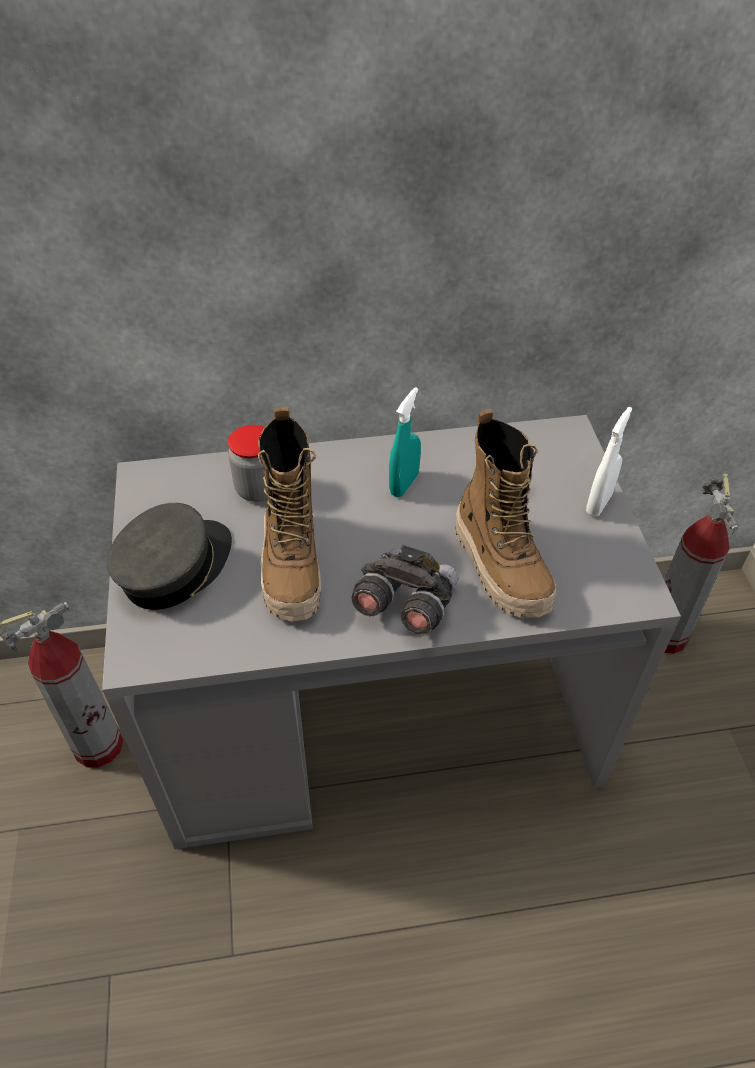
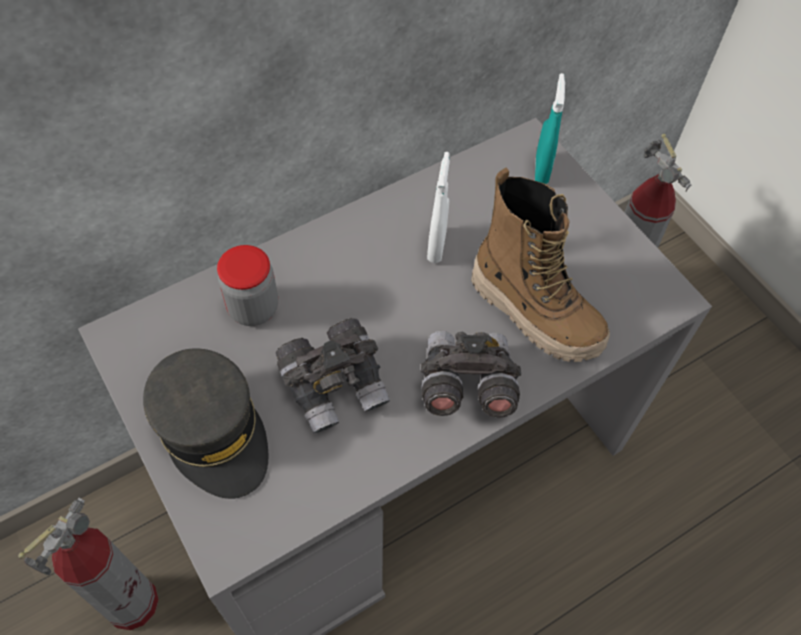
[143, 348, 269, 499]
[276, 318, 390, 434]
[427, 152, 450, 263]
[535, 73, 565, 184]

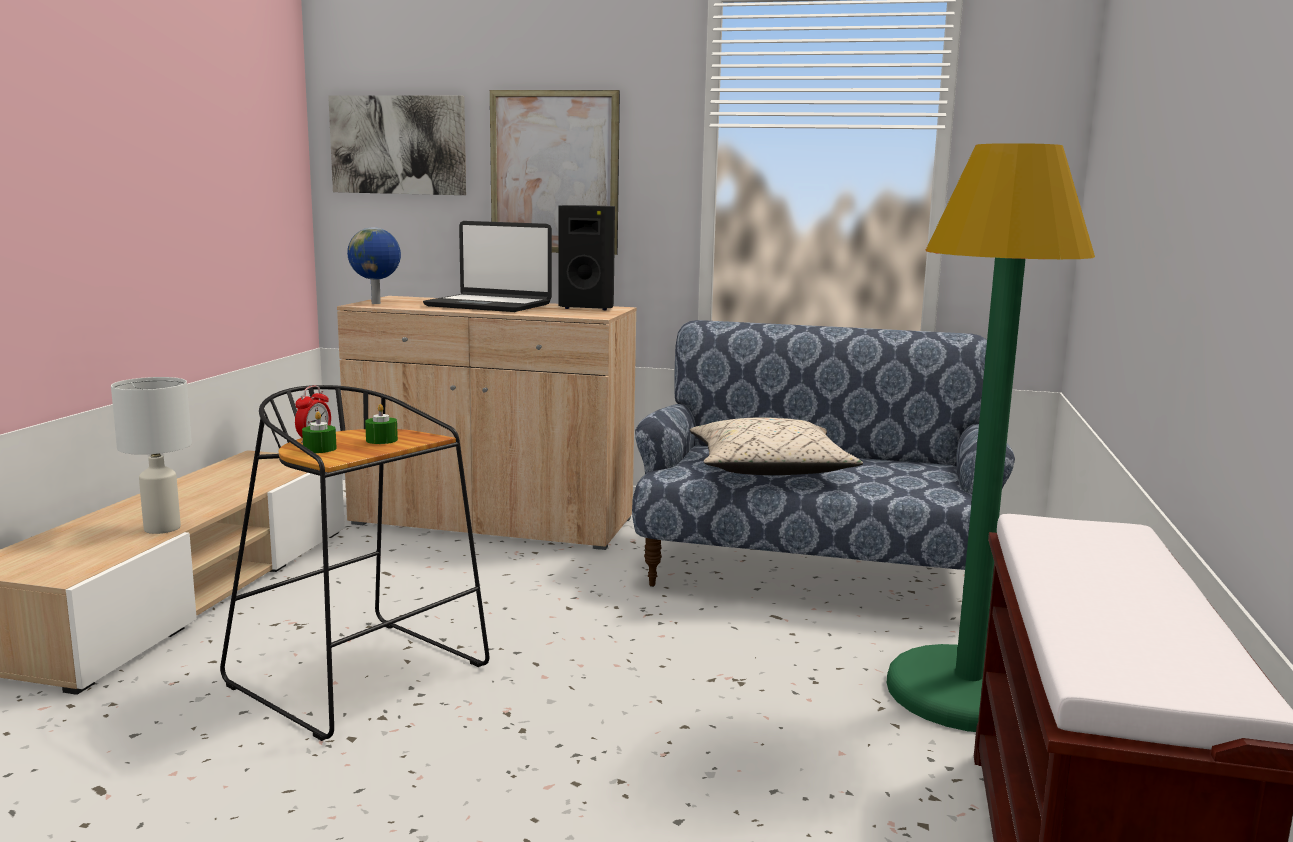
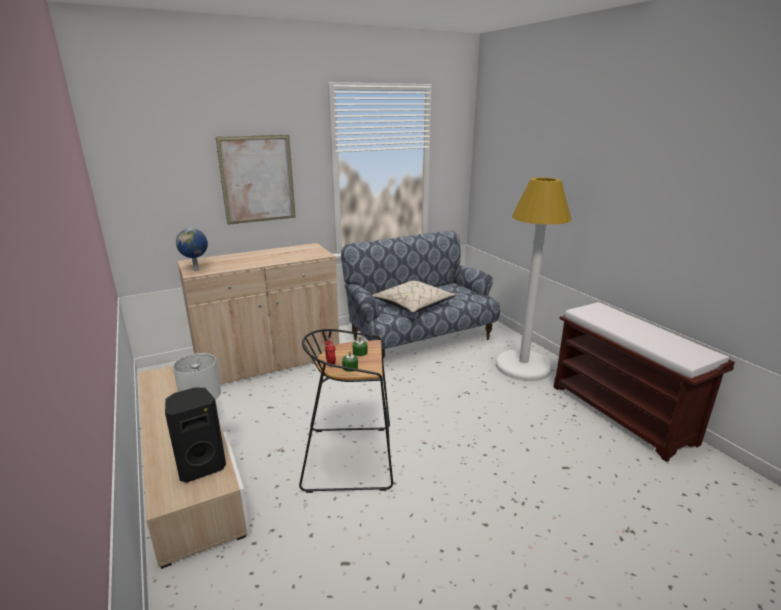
[165, 387, 226, 483]
[496, 178, 571, 381]
[328, 95, 466, 195] (first image)
[423, 221, 552, 312] (first image)

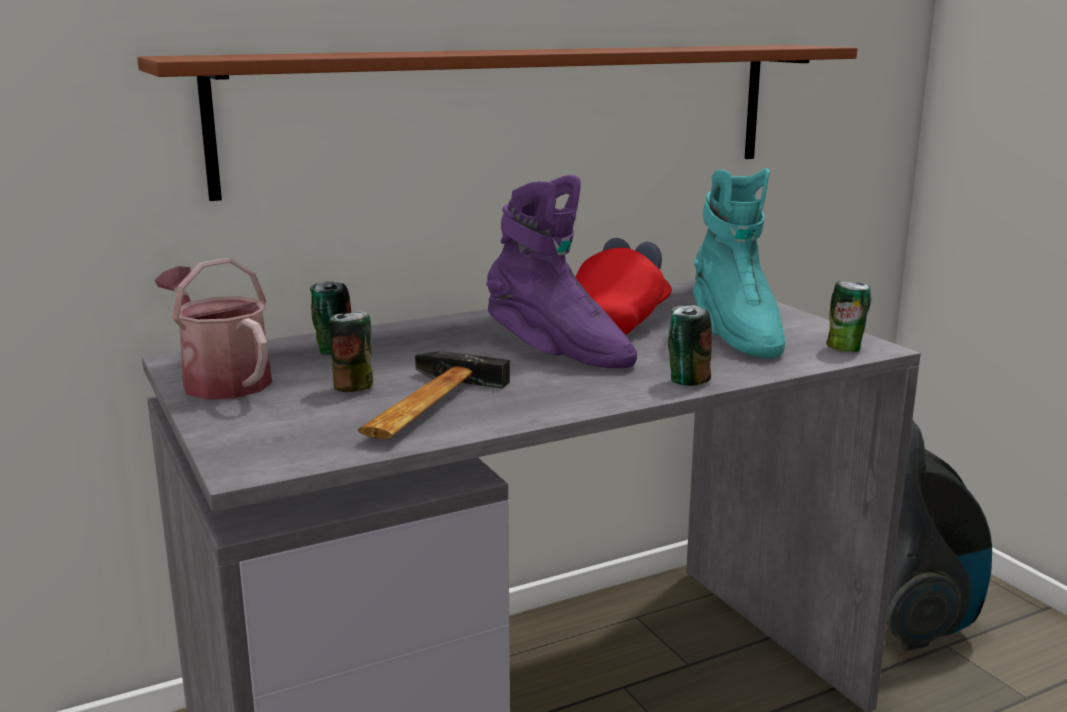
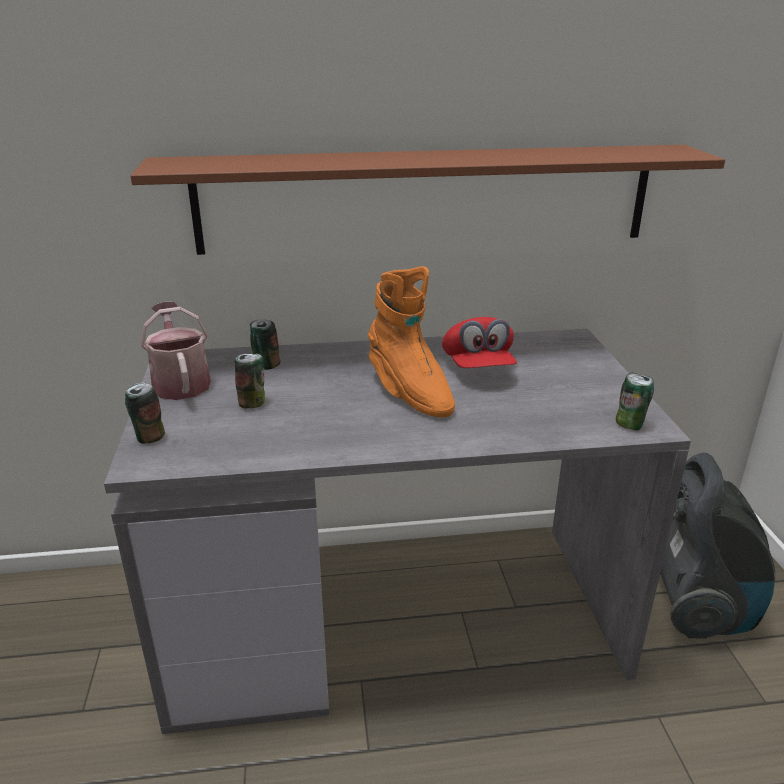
[125, 382, 165, 444]
[368, 266, 455, 418]
[442, 317, 517, 368]
[358, 351, 510, 439] (first image)
[693, 168, 785, 359] (first image)

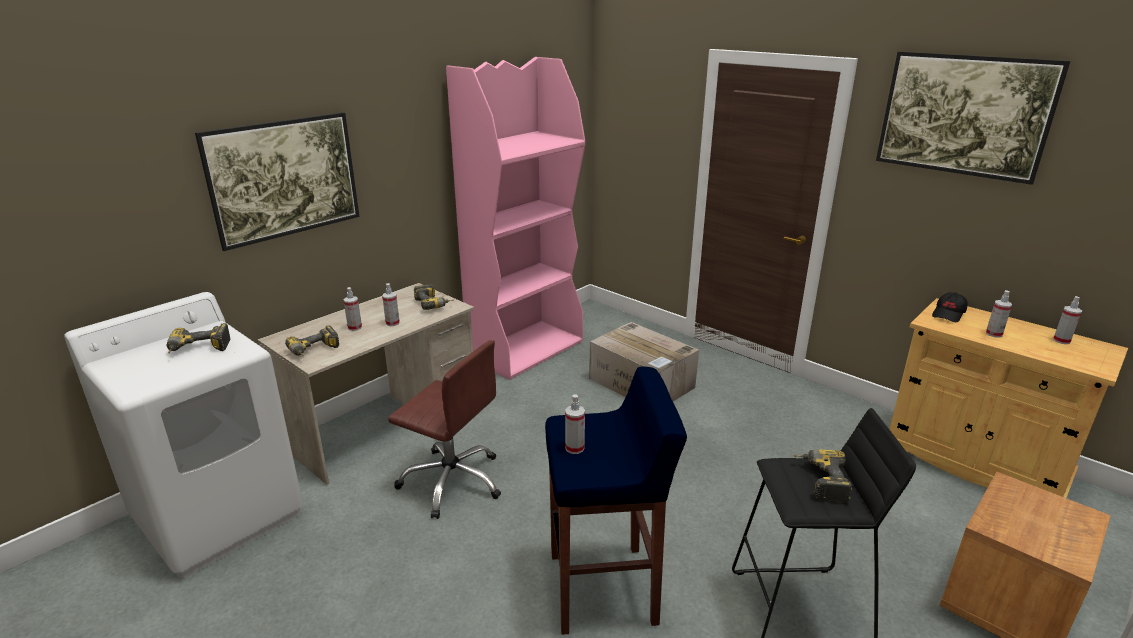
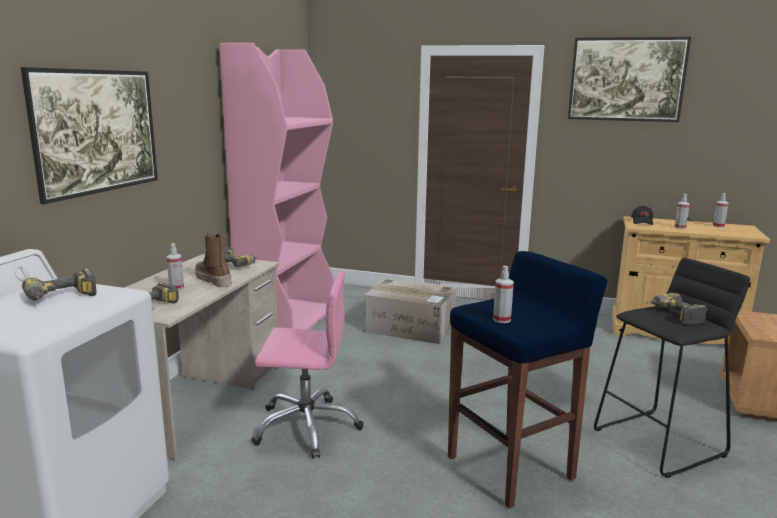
[195, 233, 232, 287]
[251, 270, 364, 458]

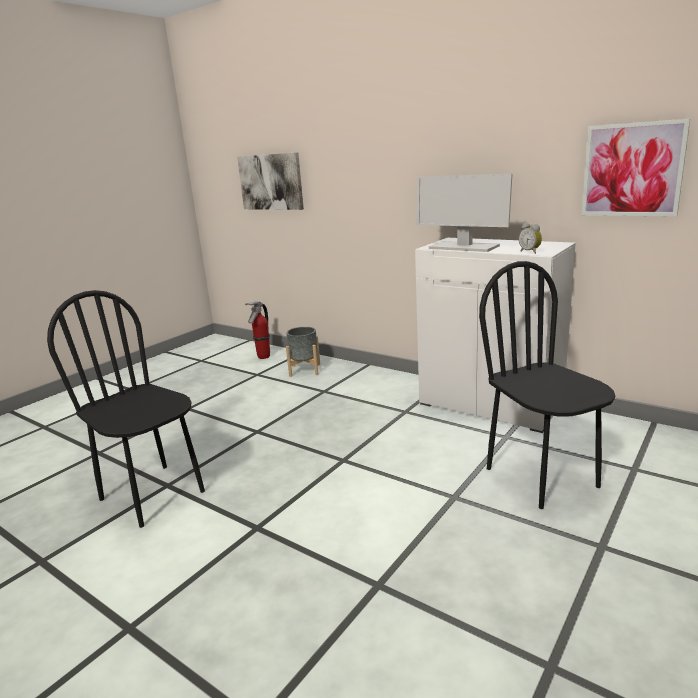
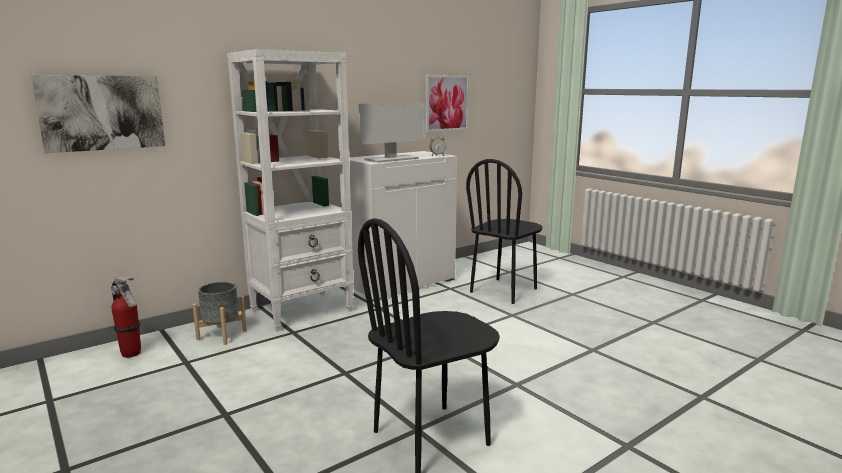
[227, 49, 354, 331]
[466, 159, 542, 304]

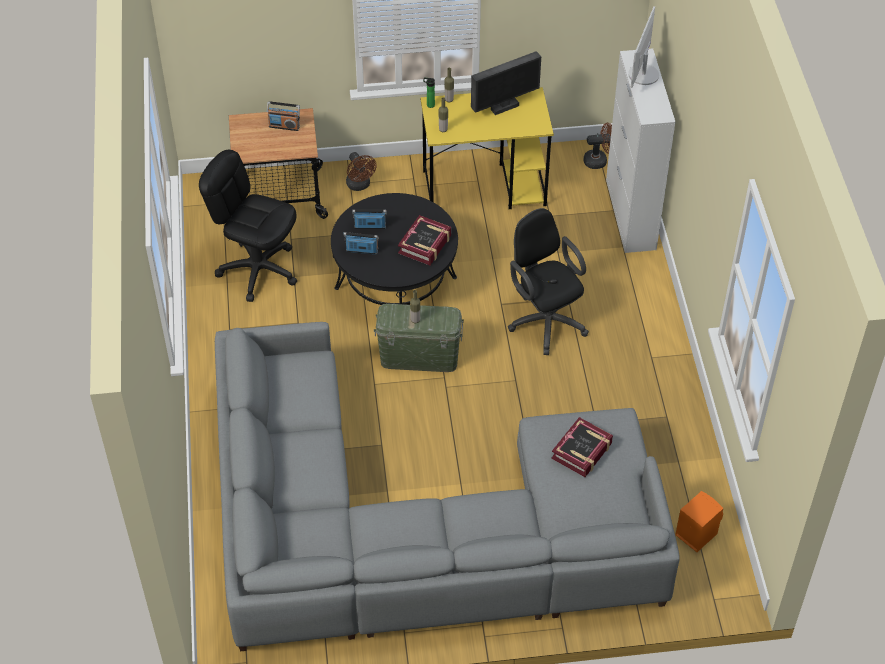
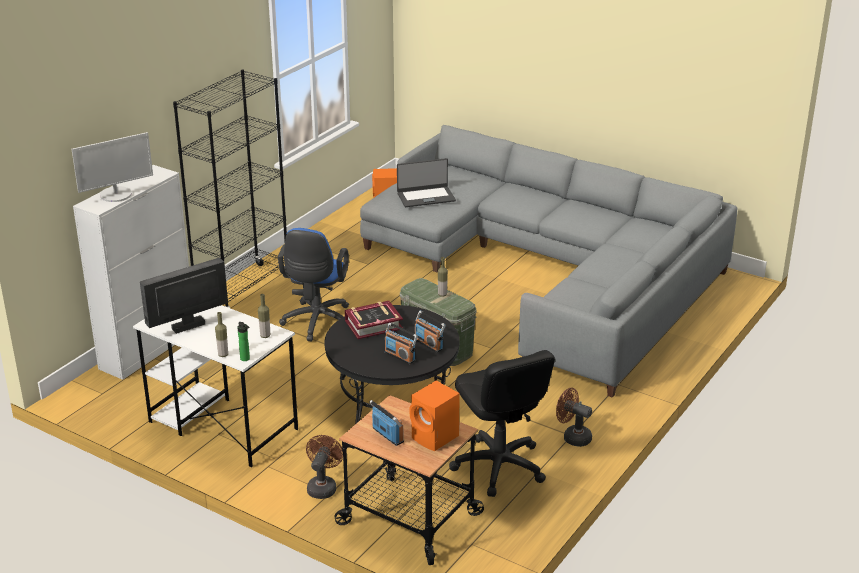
[133, 305, 298, 467]
[140, 257, 228, 334]
[173, 69, 287, 308]
[278, 228, 349, 341]
[397, 158, 456, 207]
[410, 381, 460, 451]
[556, 388, 592, 447]

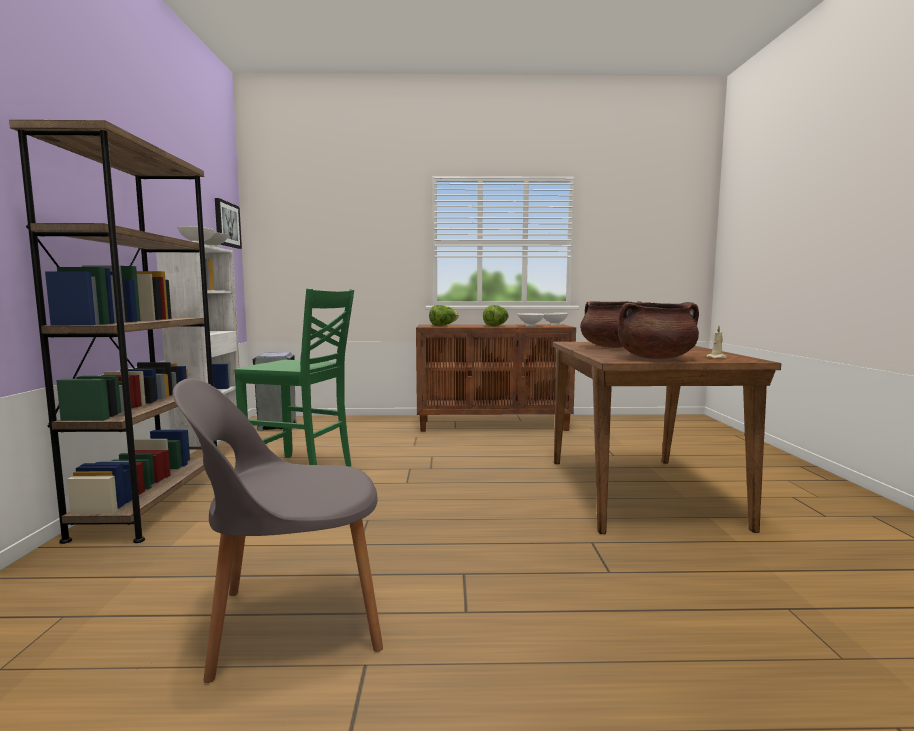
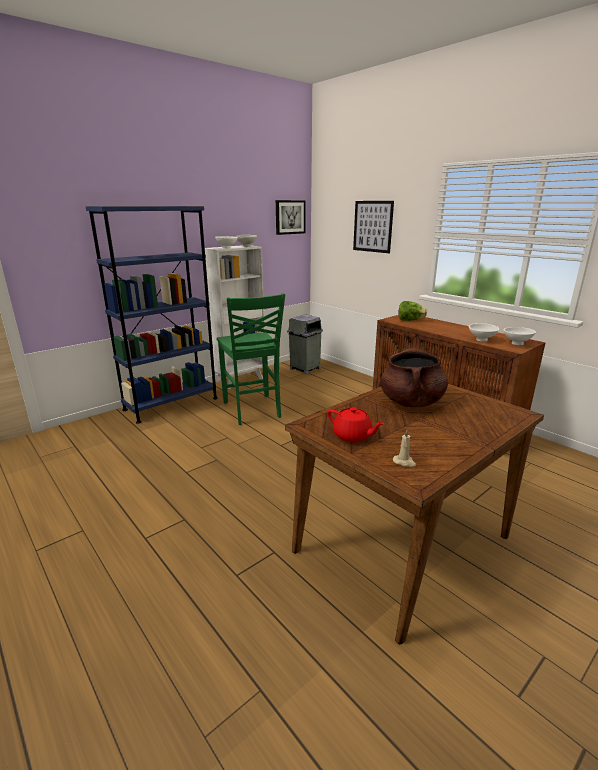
[86, 206, 218, 424]
[328, 407, 384, 442]
[353, 201, 394, 253]
[173, 378, 383, 683] (first image)
[483, 305, 509, 327] (first image)

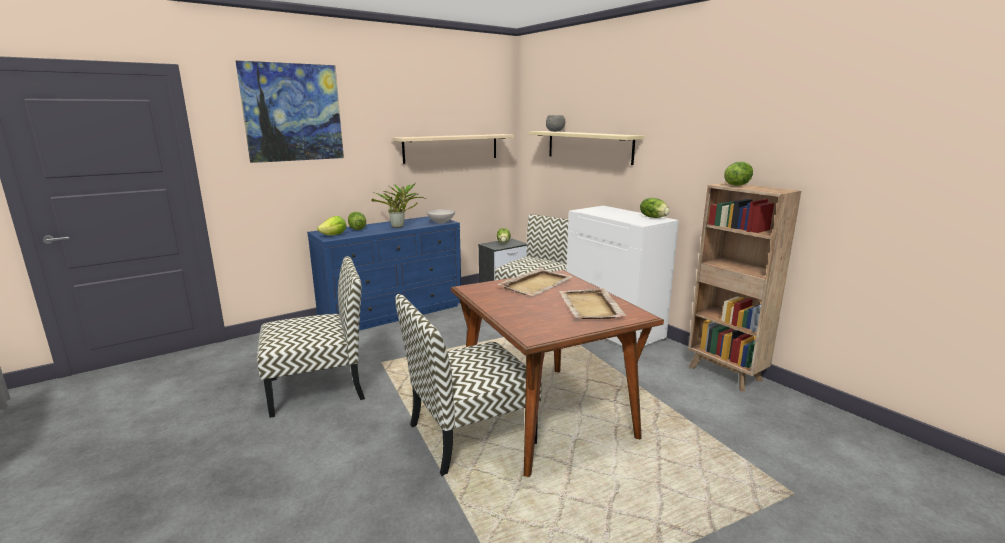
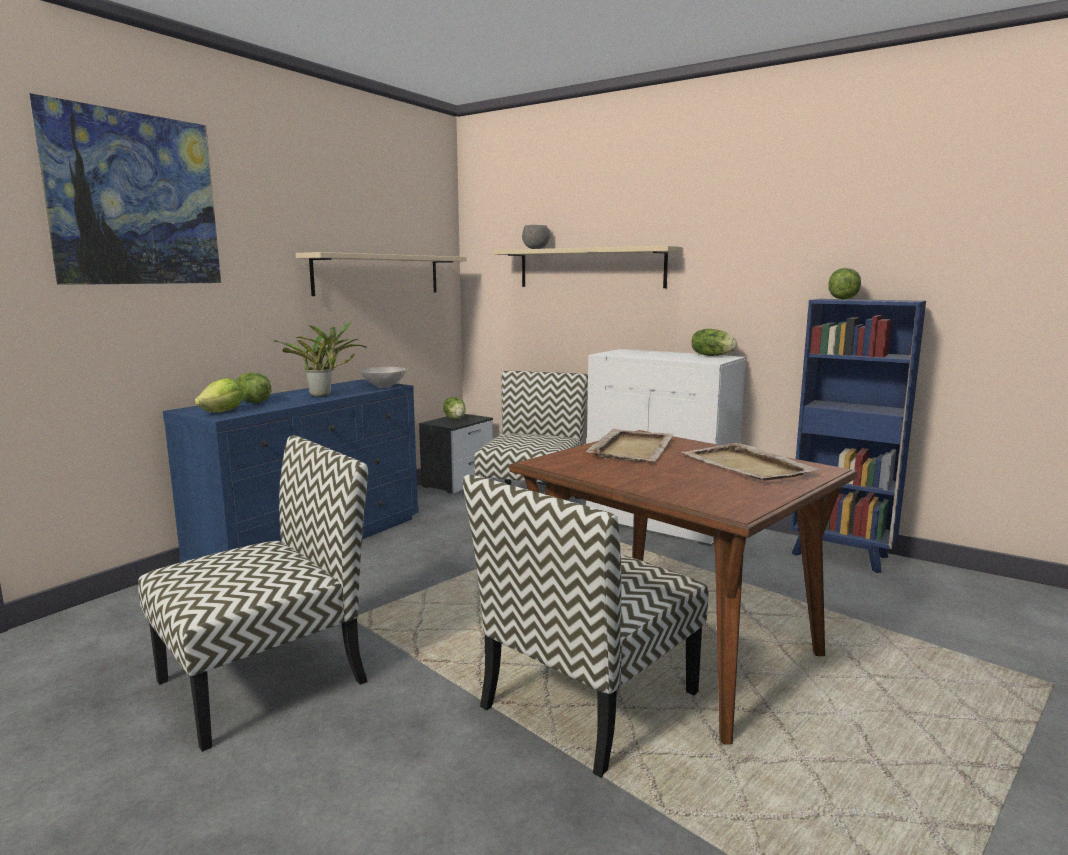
[790, 299, 926, 573]

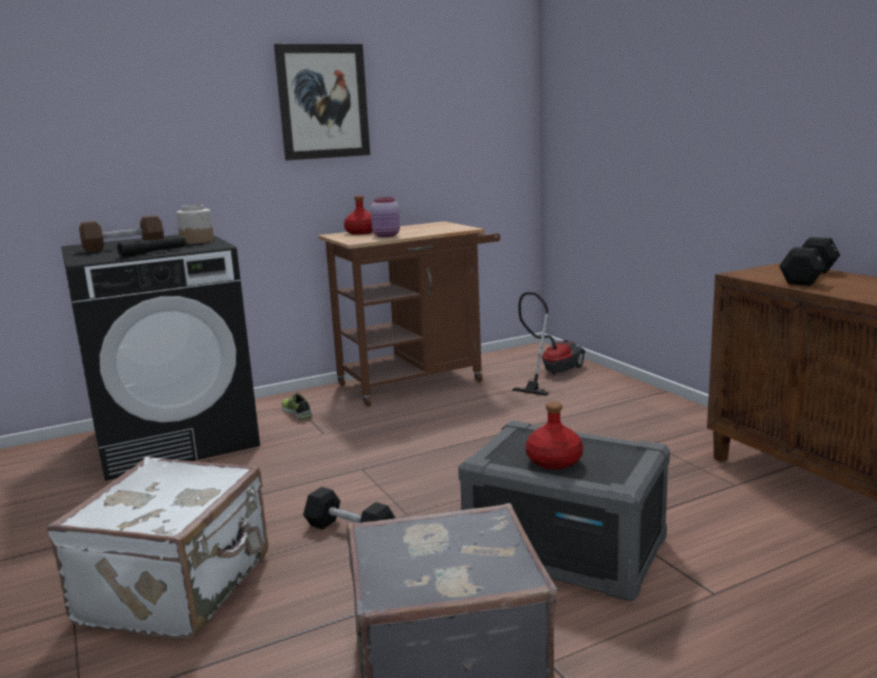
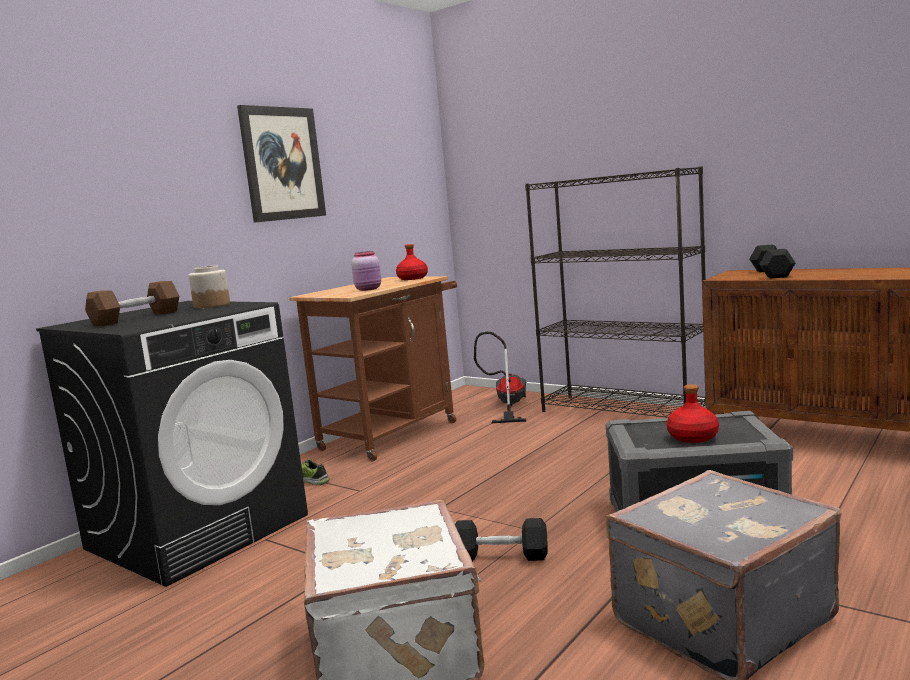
[396, 244, 428, 280]
[525, 166, 706, 418]
[117, 236, 186, 258] (first image)

